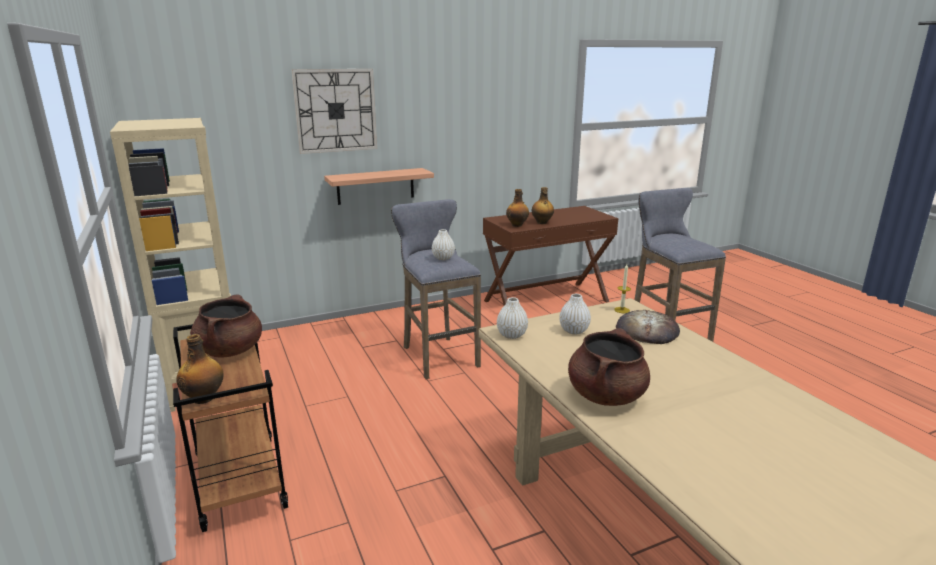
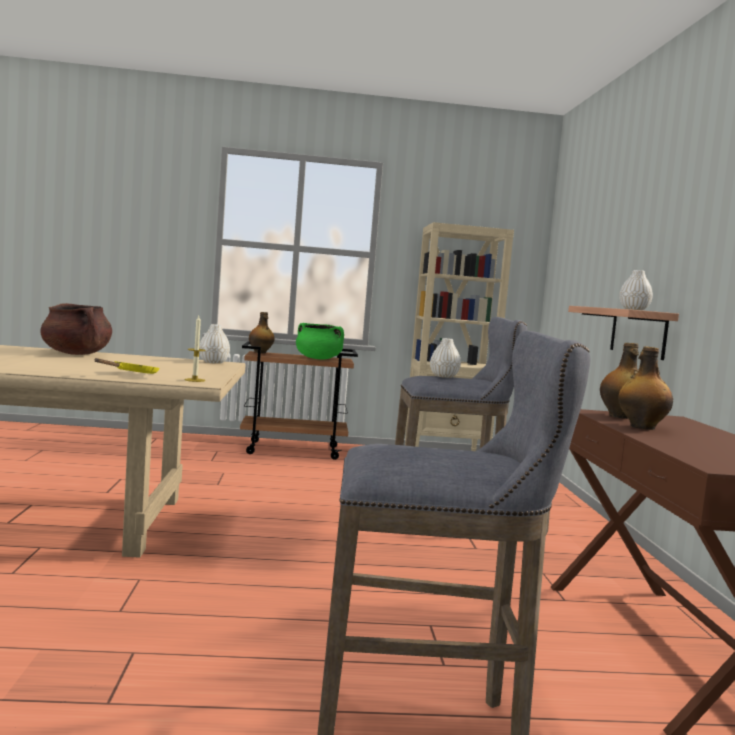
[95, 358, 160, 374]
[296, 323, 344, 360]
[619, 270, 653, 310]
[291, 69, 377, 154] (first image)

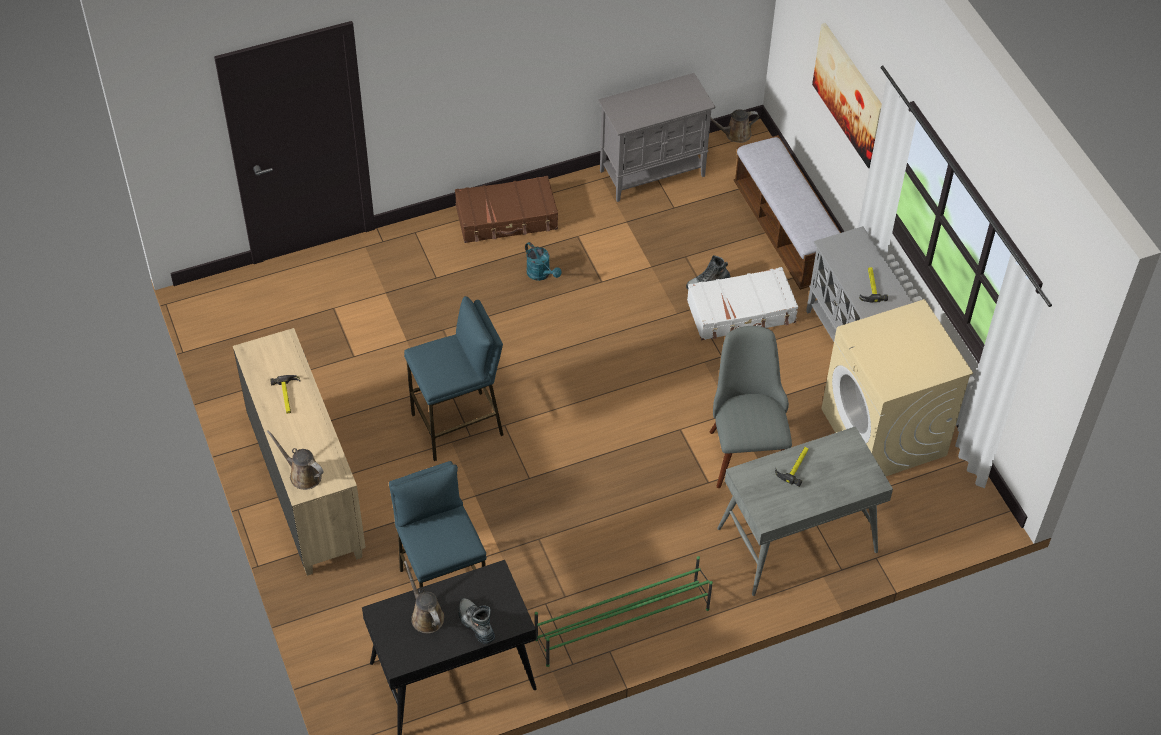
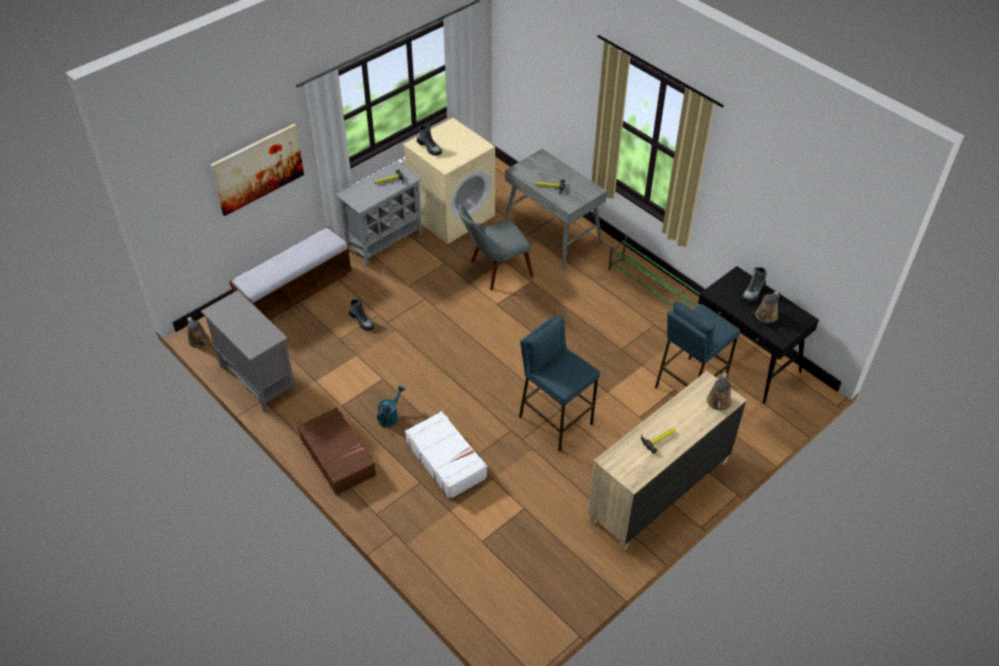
[405, 411, 487, 500]
[417, 125, 442, 156]

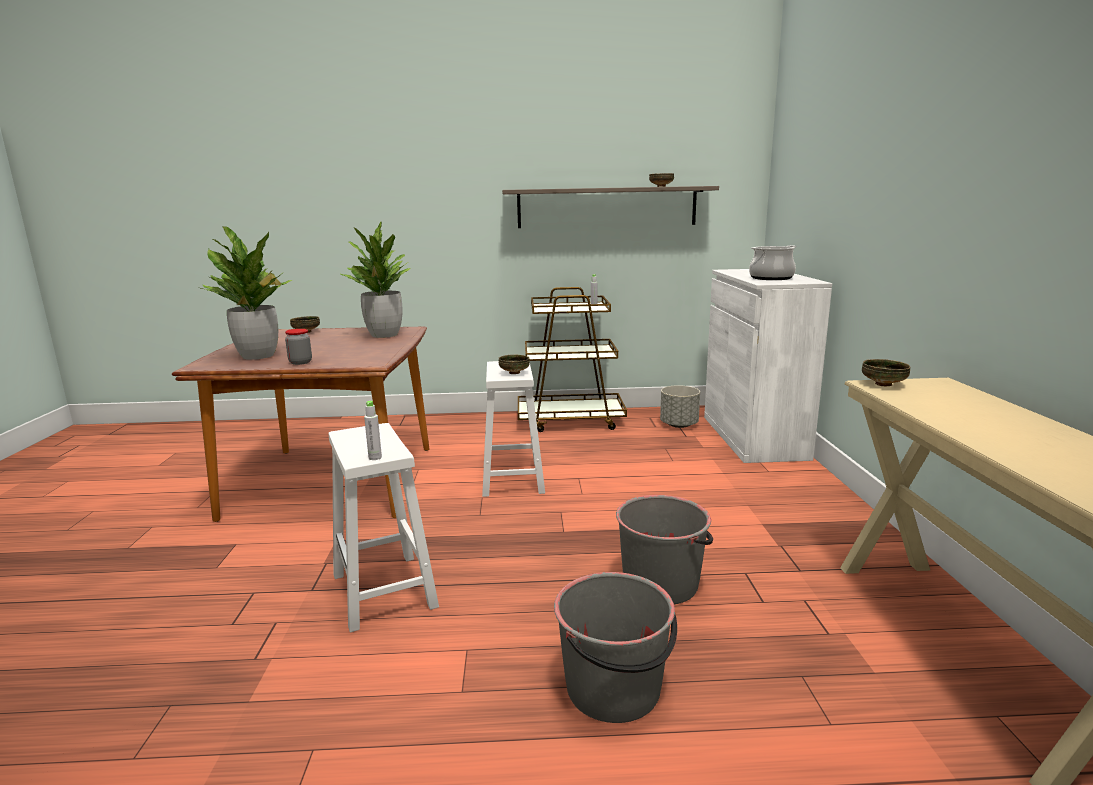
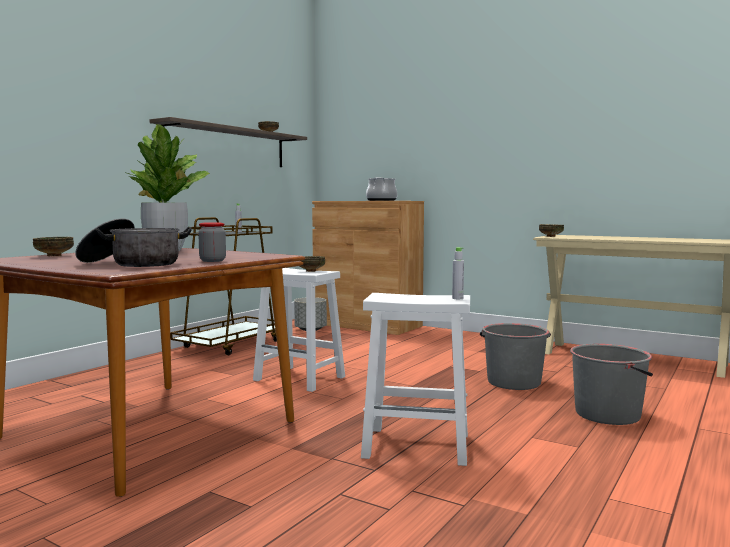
[75, 219, 192, 267]
[312, 201, 424, 335]

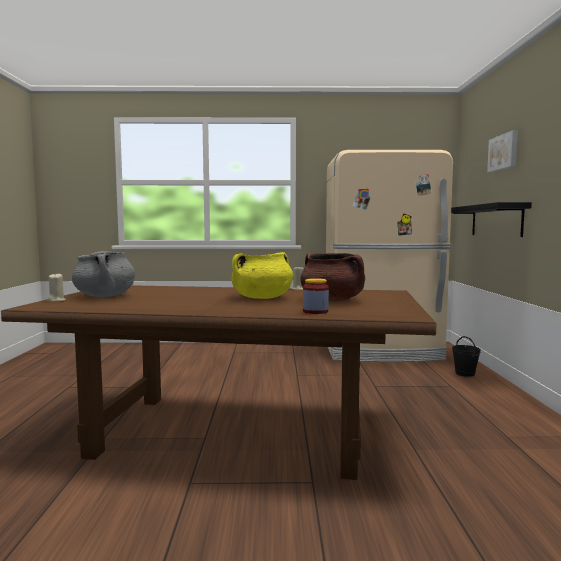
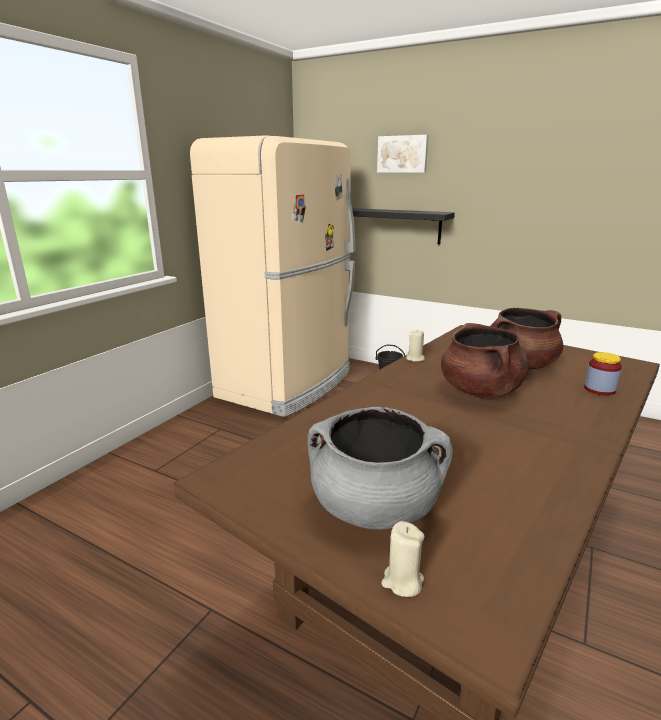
[441, 323, 529, 398]

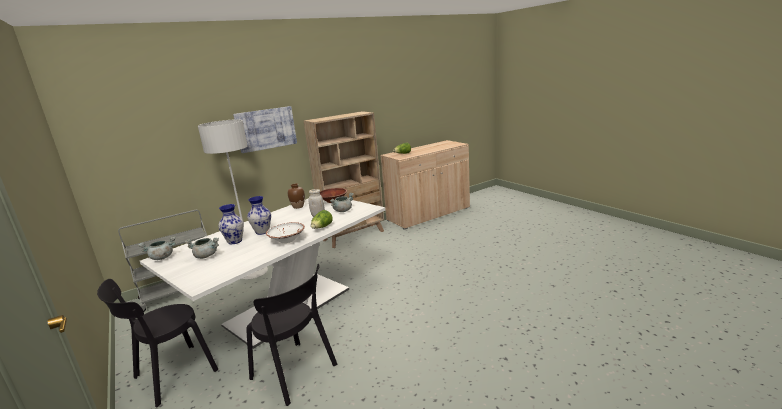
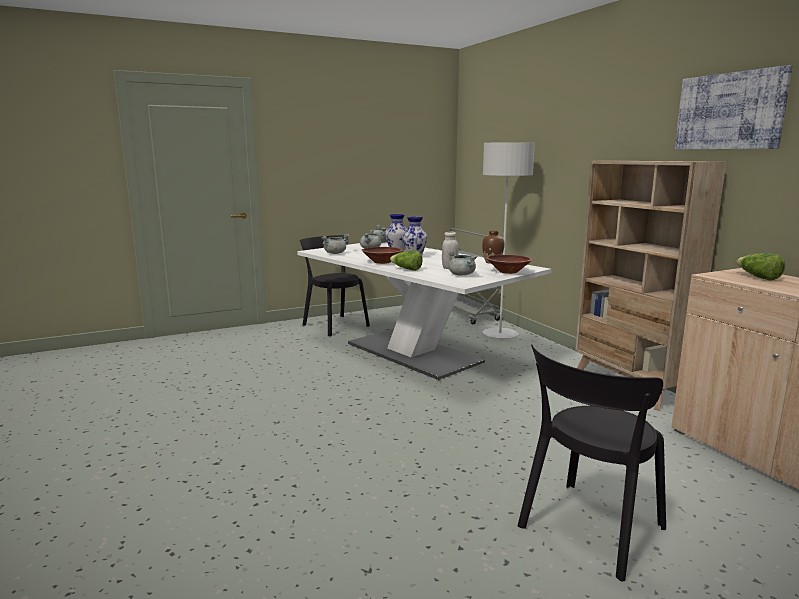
[322, 234, 349, 254]
[362, 247, 403, 264]
[518, 344, 666, 582]
[675, 65, 793, 150]

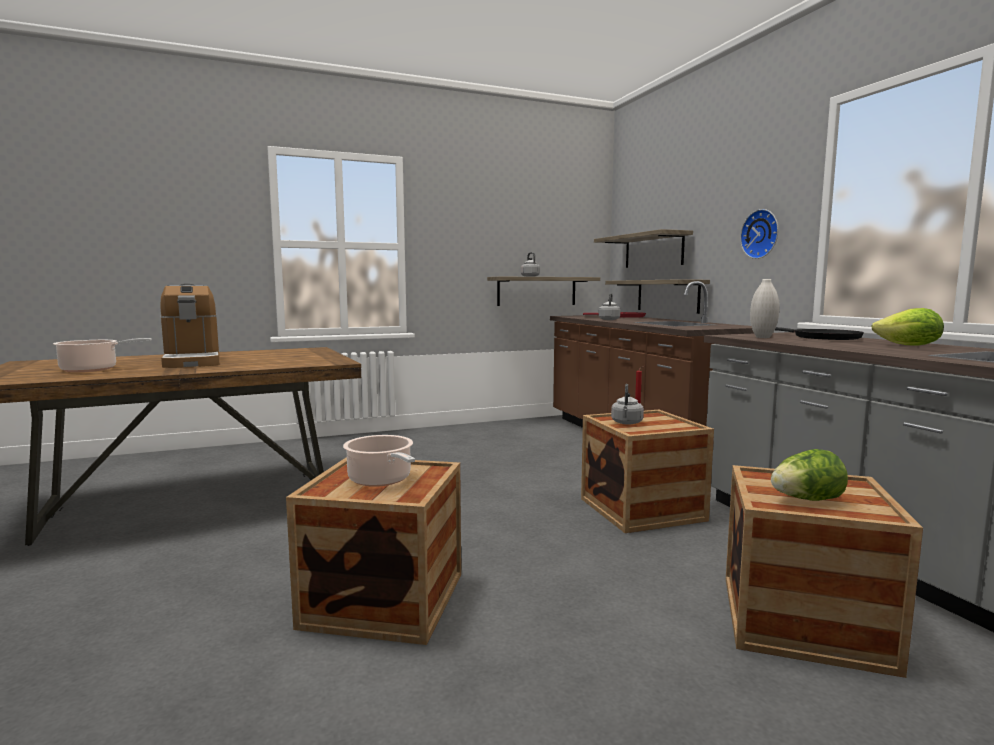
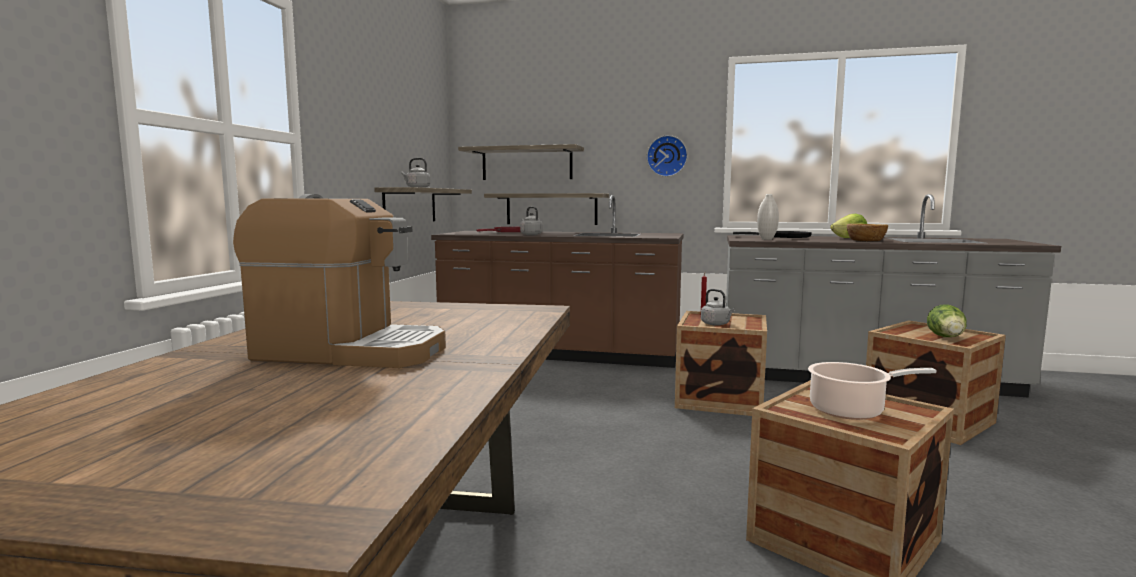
[847, 224, 888, 241]
[53, 338, 152, 372] (first image)

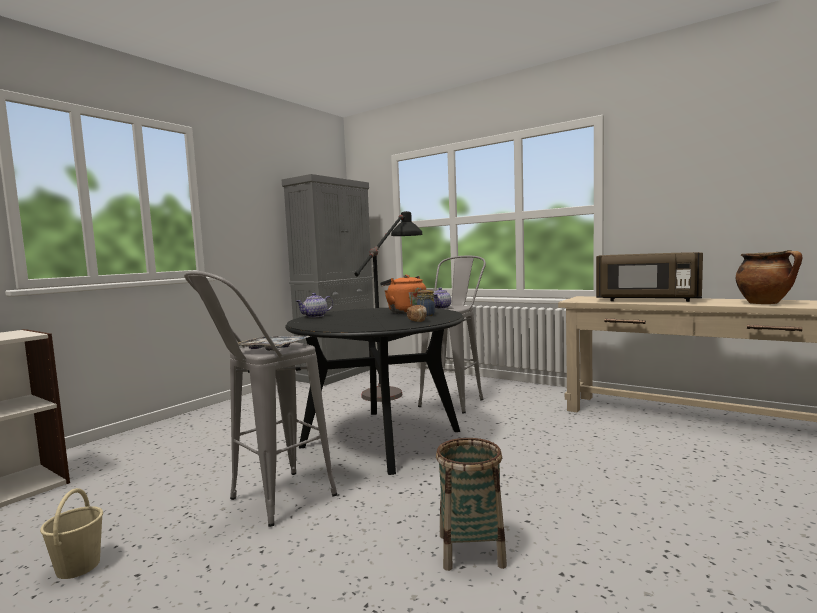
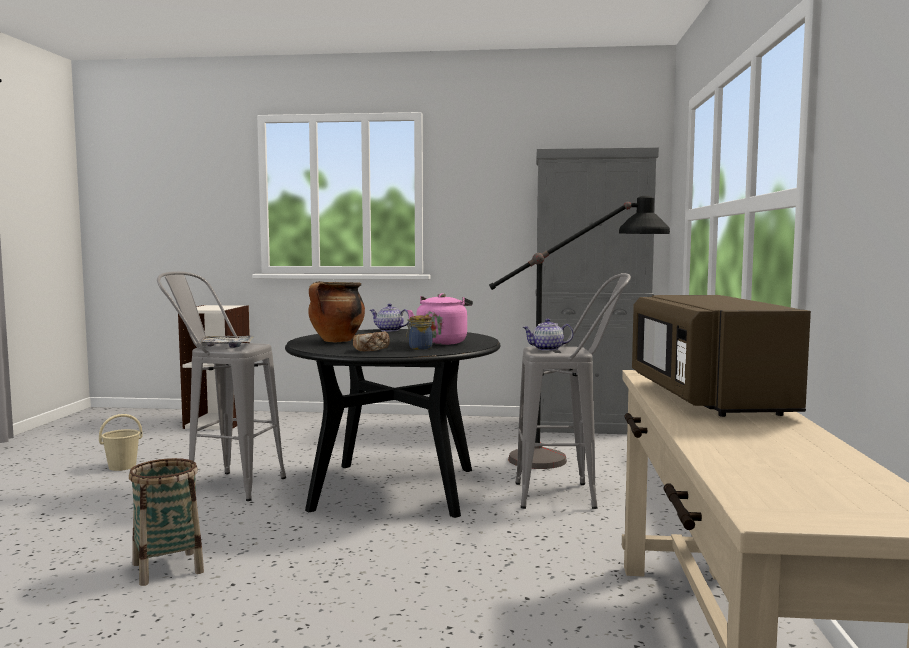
[308, 281, 365, 342]
[407, 293, 473, 345]

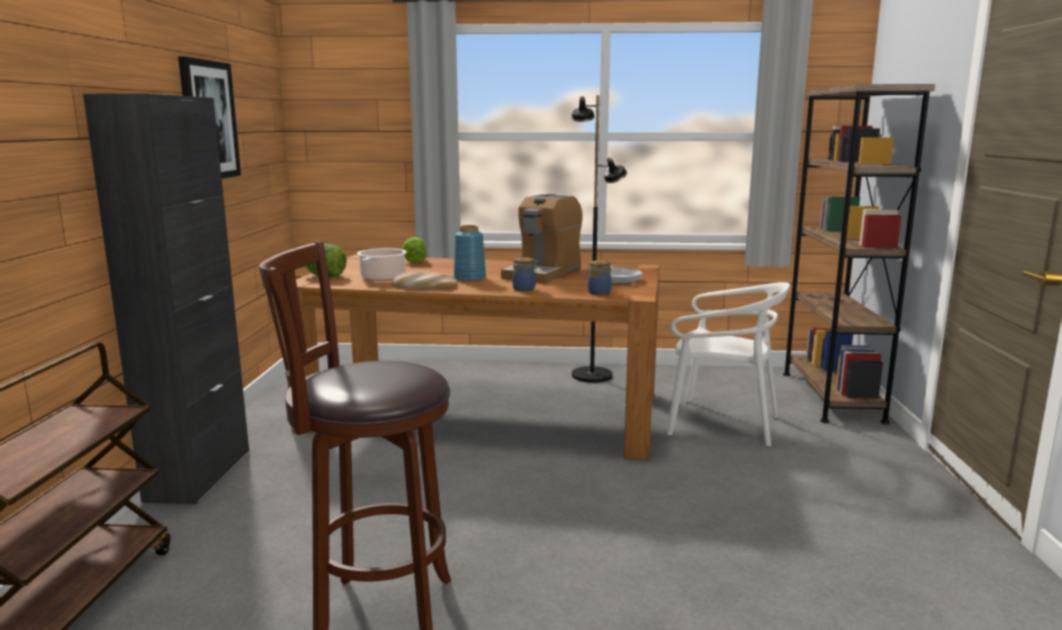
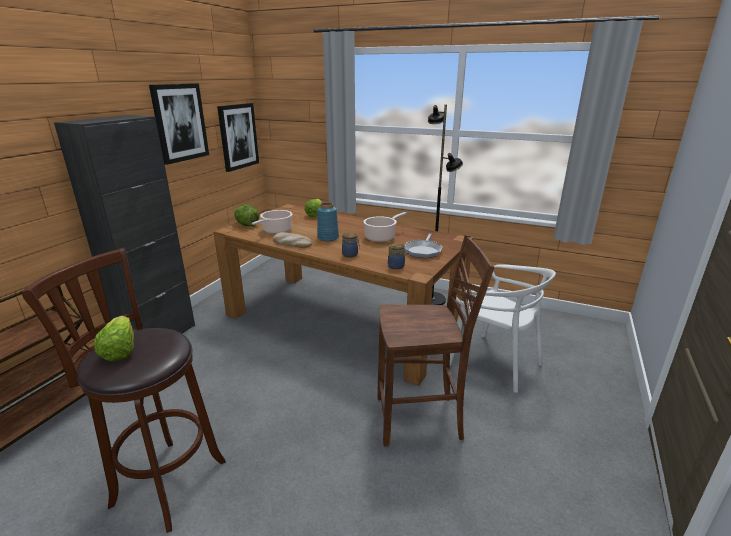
[94, 316, 134, 361]
[217, 103, 259, 172]
[363, 212, 407, 242]
[377, 235, 494, 446]
[783, 84, 935, 424] (first image)

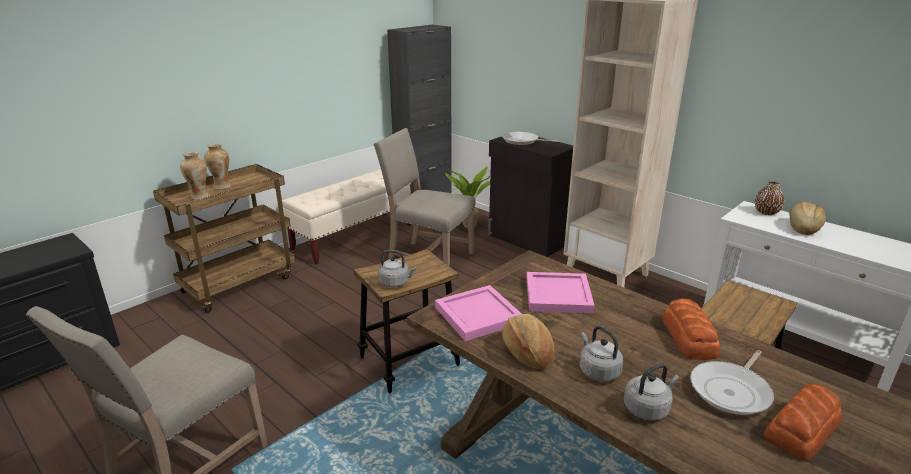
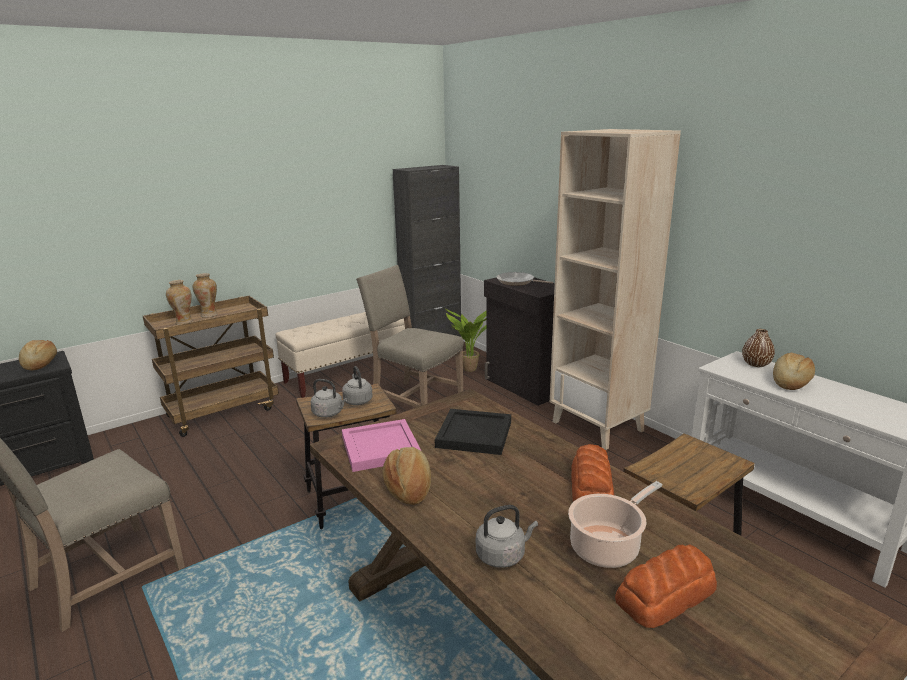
[19, 340, 57, 371]
[342, 366, 373, 405]
[435, 409, 511, 455]
[568, 481, 662, 568]

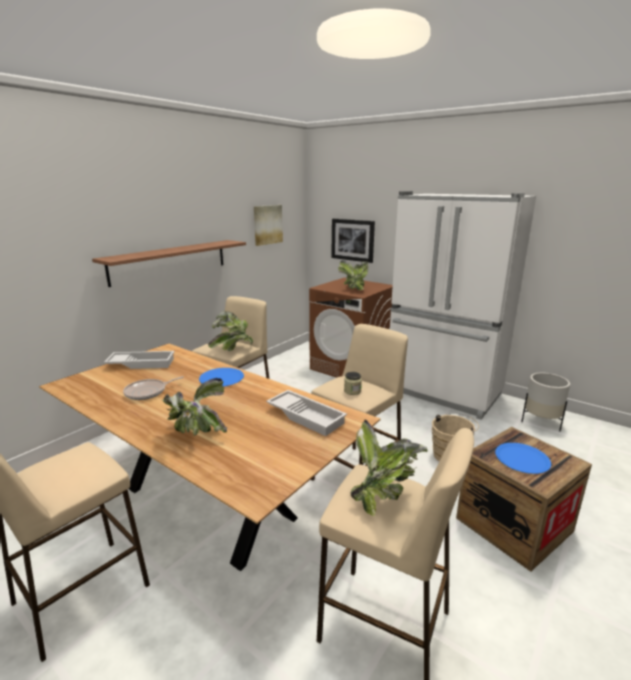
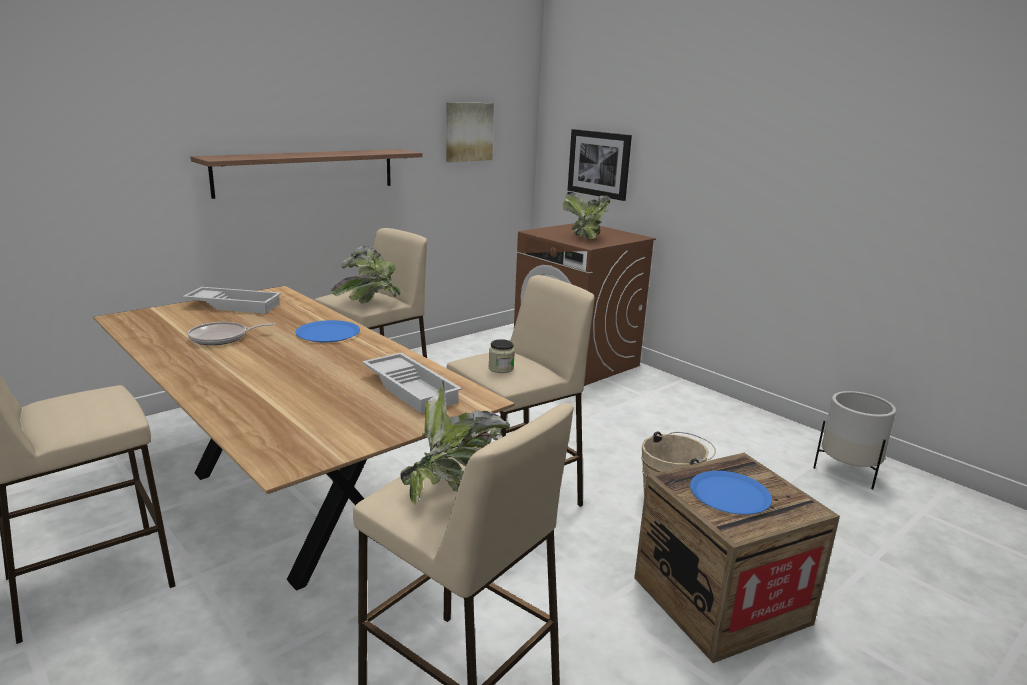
[162, 378, 227, 436] (first image)
[390, 191, 536, 420] (first image)

